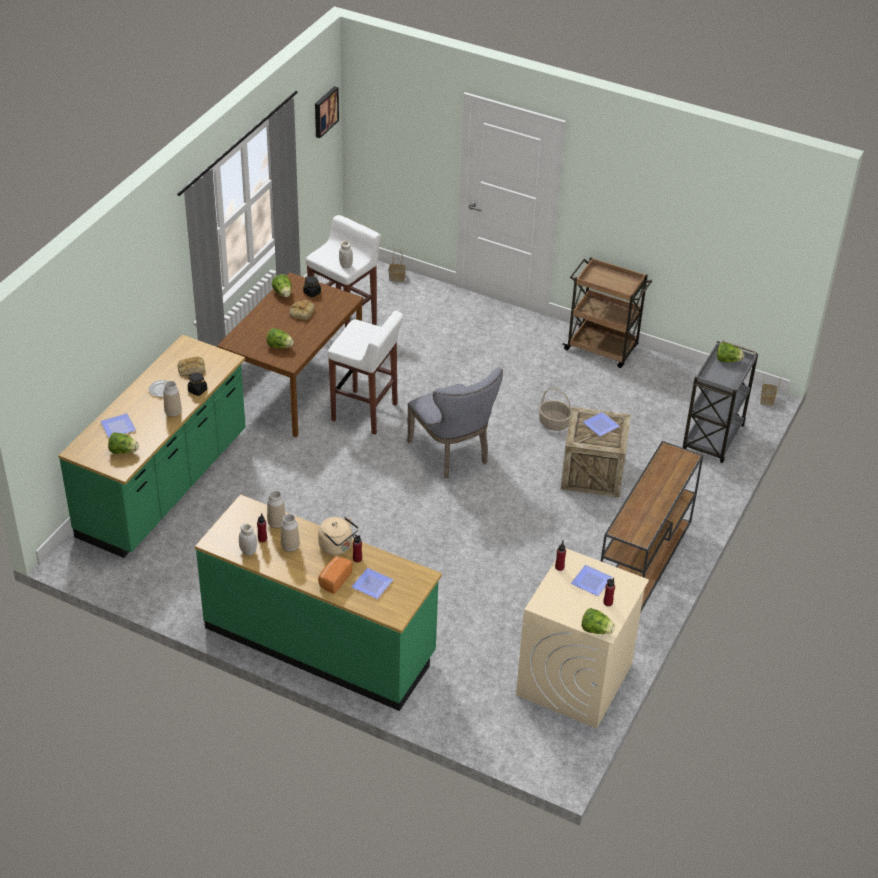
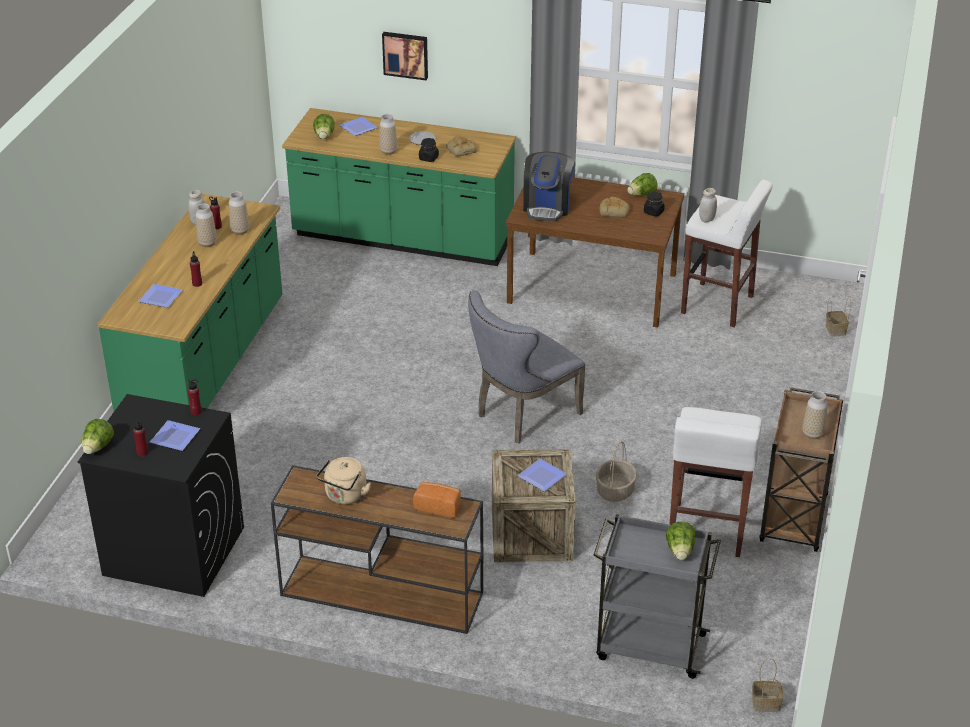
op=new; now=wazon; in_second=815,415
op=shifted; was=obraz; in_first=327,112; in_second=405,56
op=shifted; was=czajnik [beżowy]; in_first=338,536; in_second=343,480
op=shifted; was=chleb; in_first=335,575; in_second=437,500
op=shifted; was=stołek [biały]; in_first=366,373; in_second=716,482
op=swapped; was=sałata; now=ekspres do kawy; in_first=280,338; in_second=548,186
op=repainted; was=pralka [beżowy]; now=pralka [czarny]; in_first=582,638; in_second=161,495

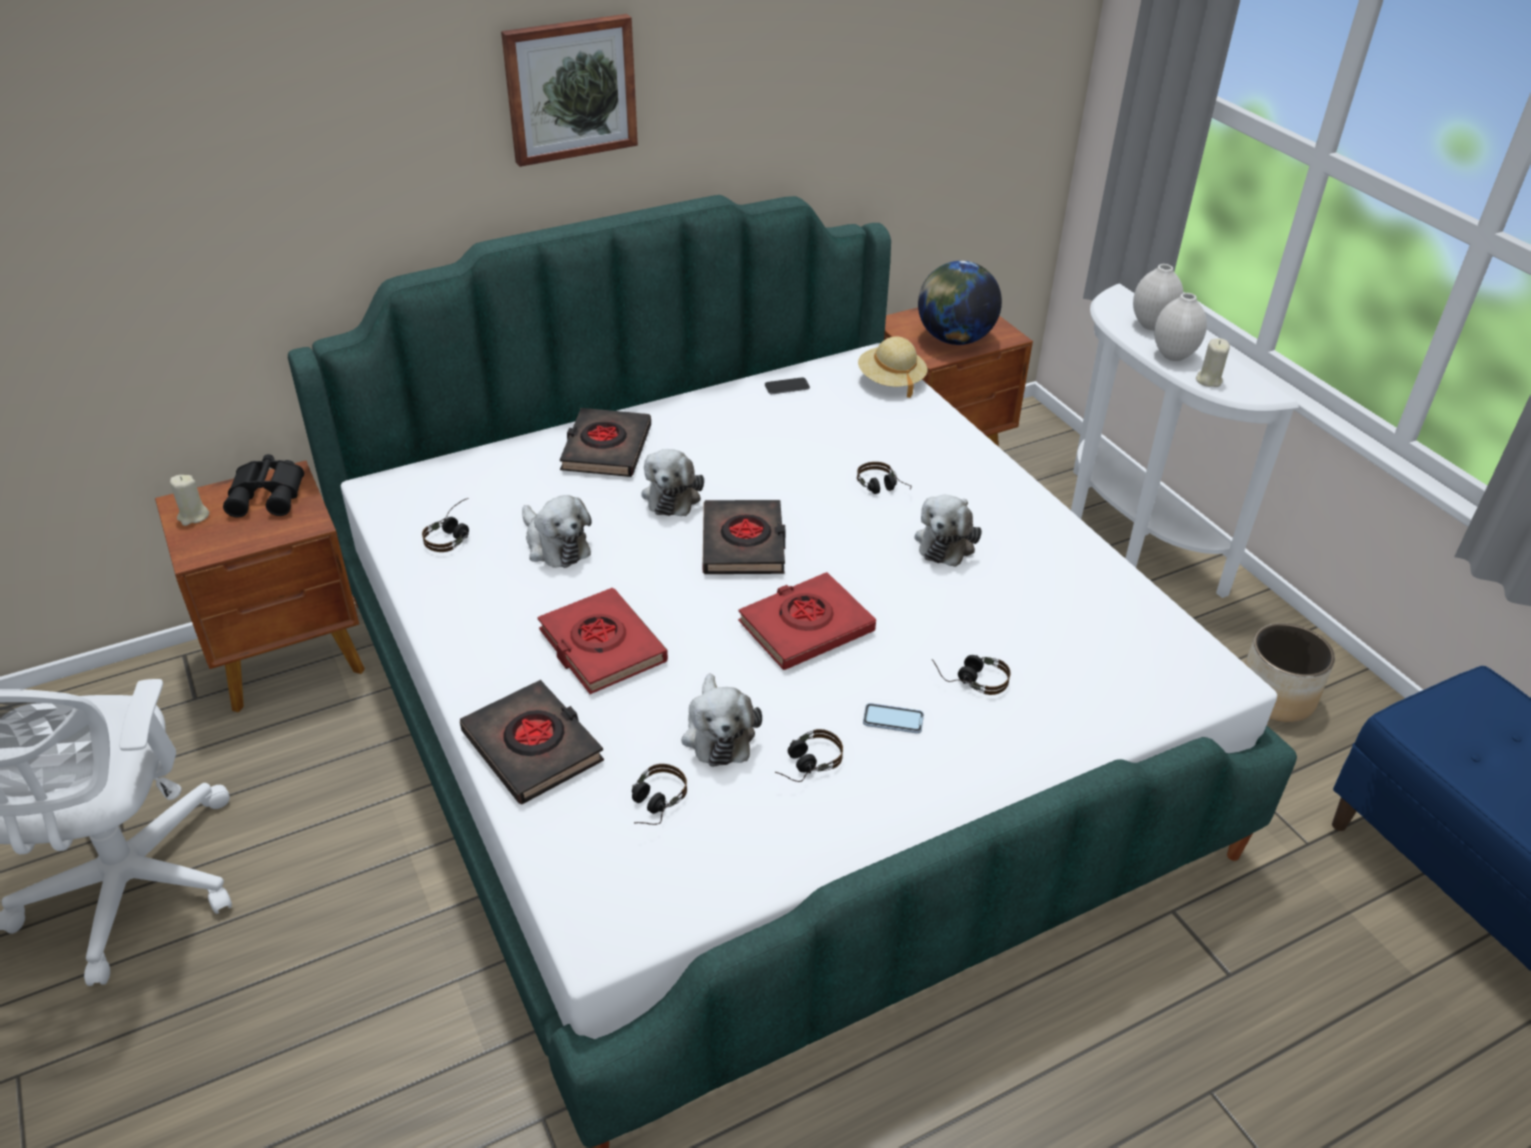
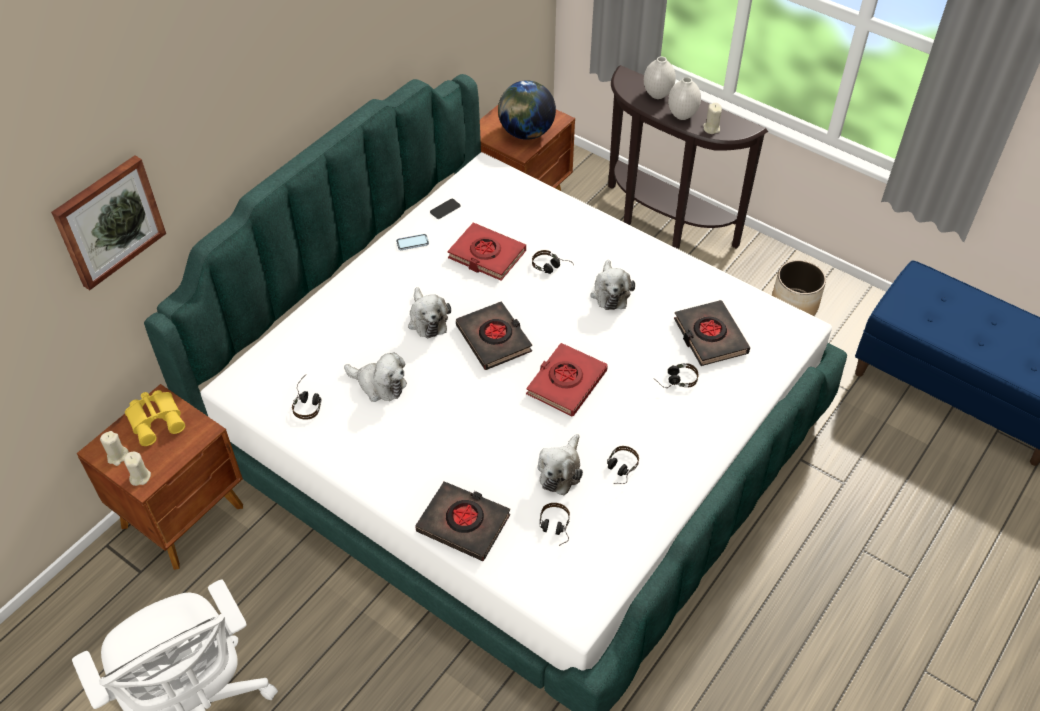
op=gone; was=kapelusz [beżowy]; in_first=892,367
op=new; now=świeca [beżowy]; in_second=137,469
op=shifted; was=obraz; in_first=569,90; in_second=108,222
op=shifted; was=książka [czerwony]; in_first=603,641; in_second=487,251
op=shifted; was=książka [czarny]; in_first=605,442; in_second=712,333
op=shifted; was=telefon; in_first=893,718; in_second=412,242
op=repainted; was=lornetka [czarny]; now=lornetka [żółty]; in_first=263,486; in_second=155,418
op=repainted; was=stolik konsolowy [biały]; now=stolik konsolowy [brązowy]; in_first=1185,440; in_second=688,157
op=rotated; was=pluszak; in_first=722,720; in_second=560,464; clockwise=60

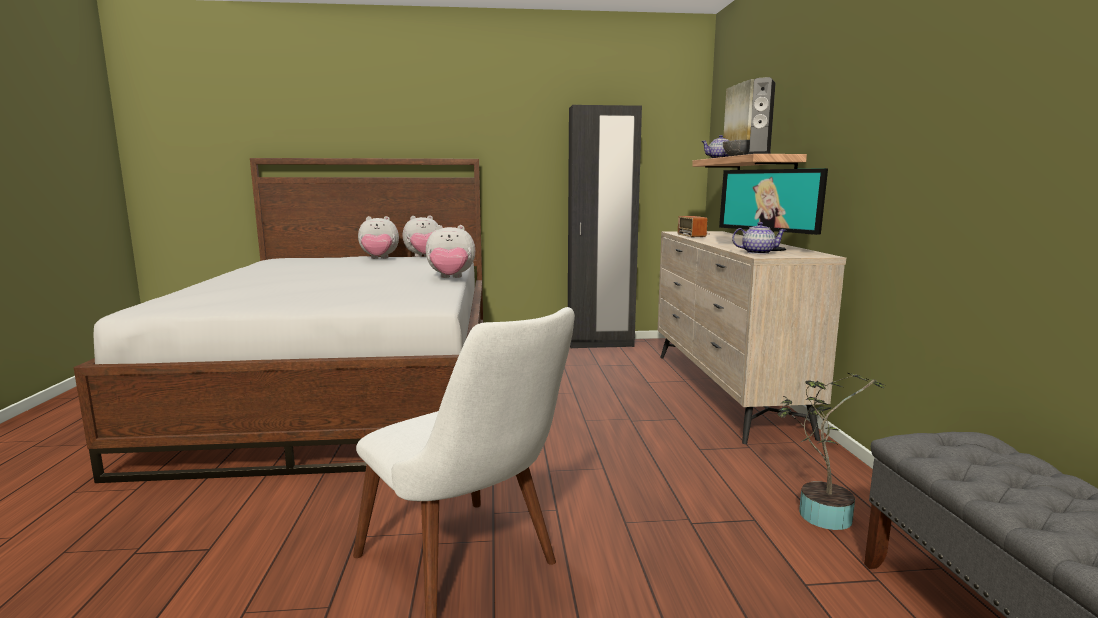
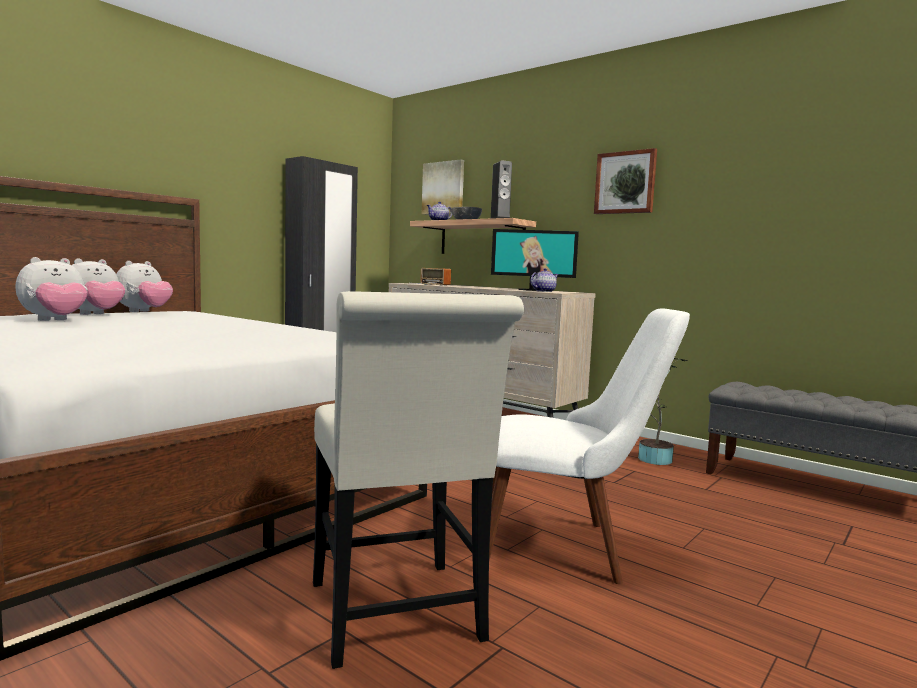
op=new; now=krzesło [biały]; in_second=418,480
op=new; now=obraz; in_second=625,181
op=shifted; was=pluszak; in_first=450,251; in_second=51,289

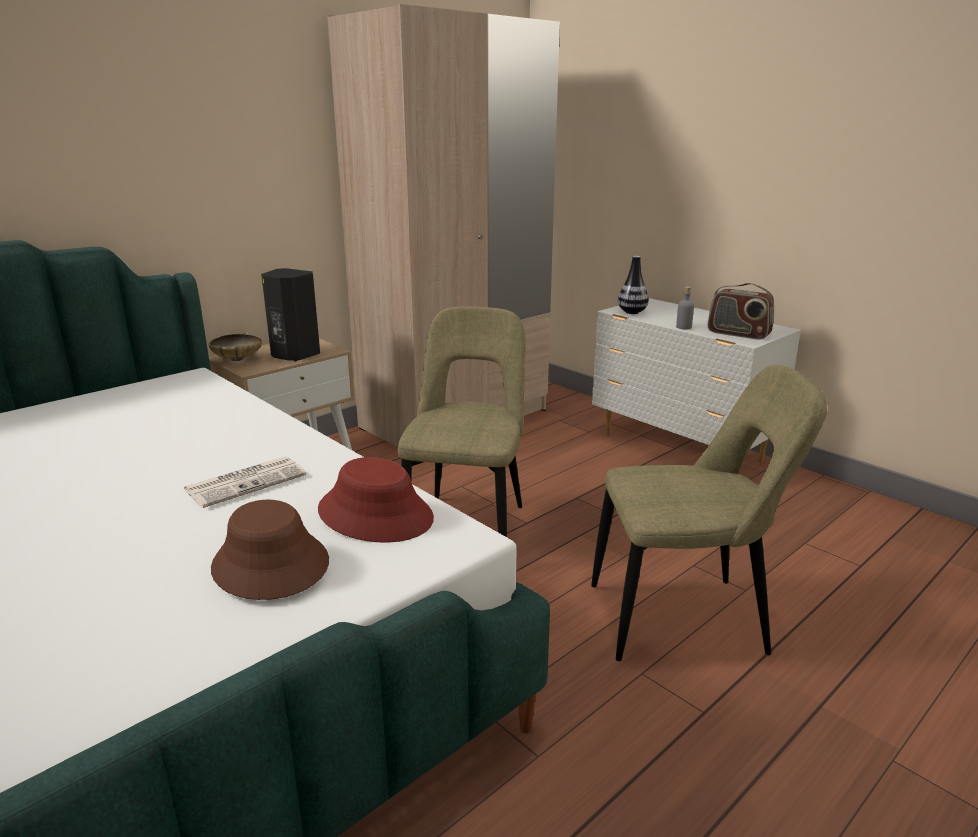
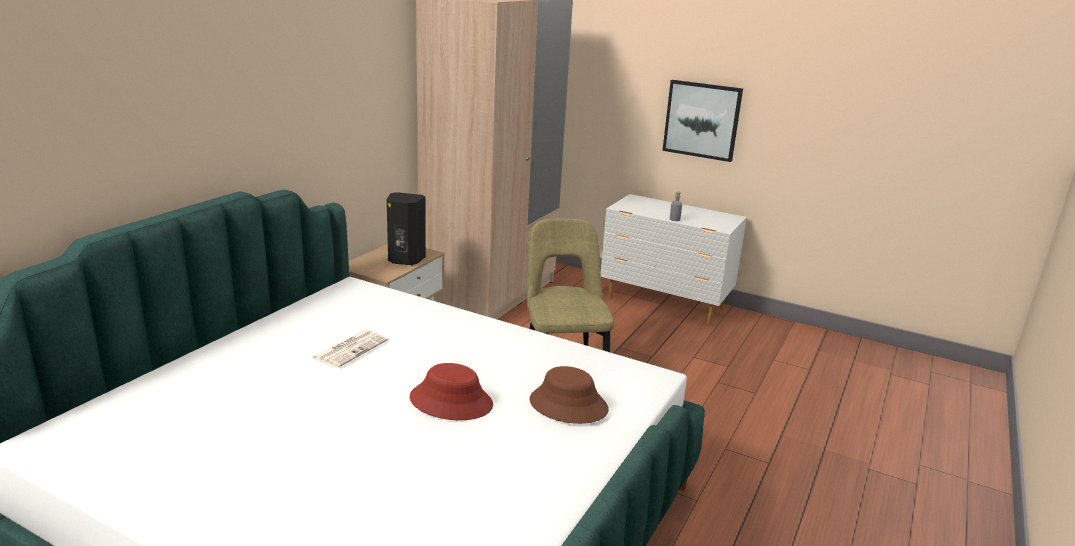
op=gone; was=miska [beżowy]; in_first=235,346
op=gone; was=krzesło [beżowy]; in_first=709,513
op=gone; was=wazon; in_first=633,285
op=gone; was=radio; in_first=741,311
op=new; now=obraz; in_second=703,121
op=shifted; was=gazeta; in_first=245,482; in_second=350,349
op=shifted; was=kapelusz [czerwony]; in_first=376,500; in_second=451,391

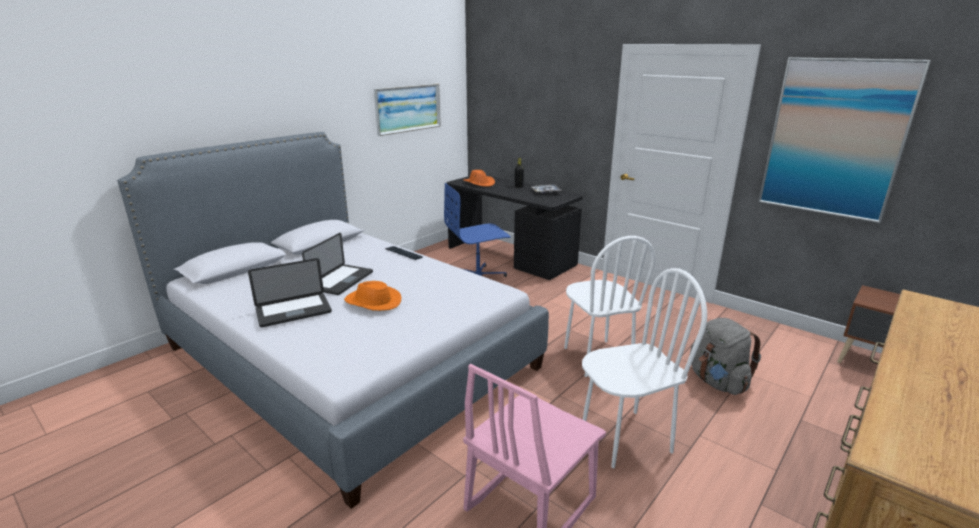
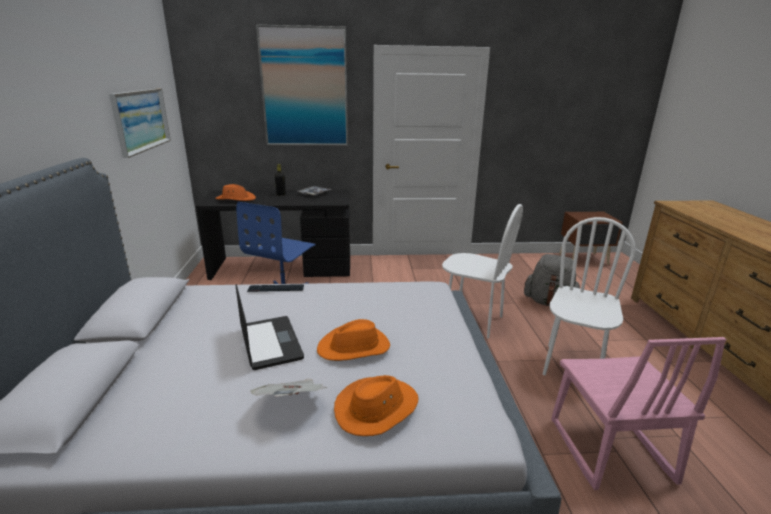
op=new; now=kapelusz [pomarańczowy]; in_second=376,405
op=shifted; was=obraz; in_first=844,140; in_second=302,85
op=swapped; was=laptop; now=gazeta; in_first=290,292; in_second=288,388

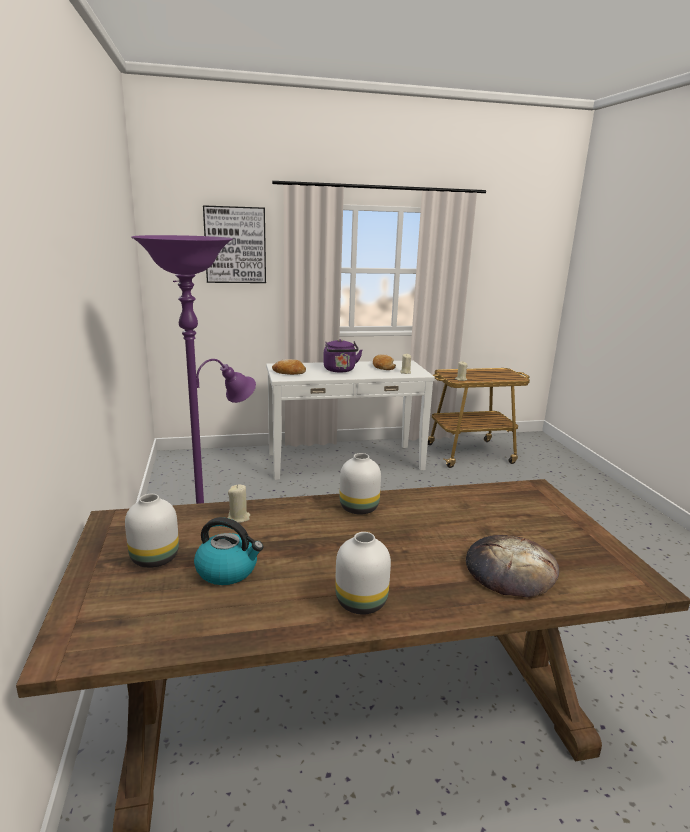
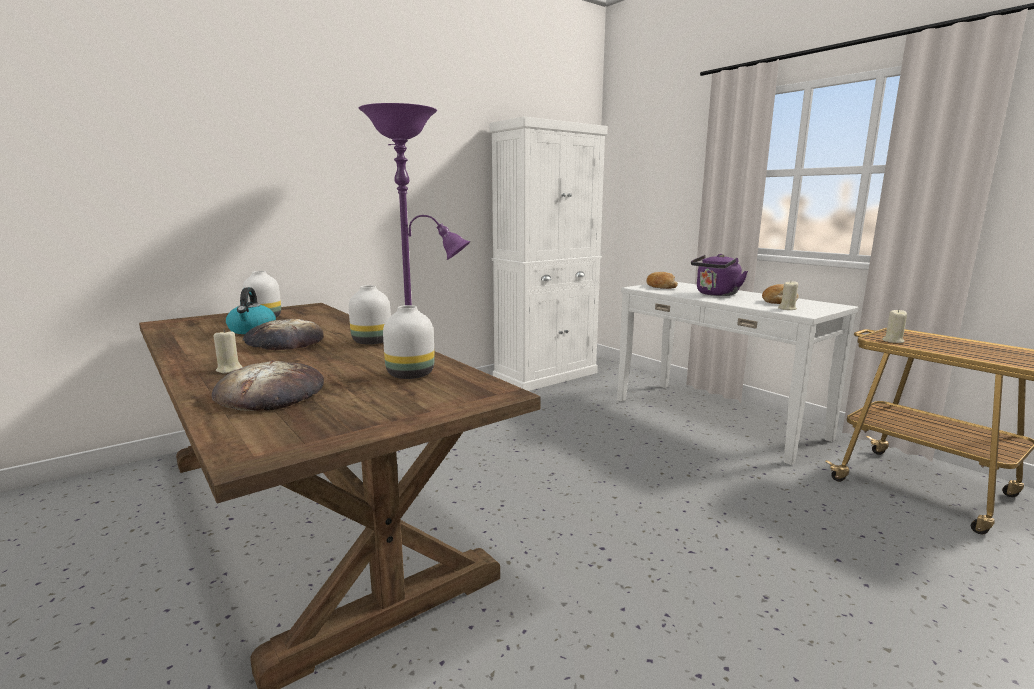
op=gone; was=obraz; in_first=234,244
op=new; now=chleb; in_second=283,335
op=new; now=szafka [biały]; in_second=548,254
op=shifted; was=świeca [beżowy]; in_first=239,503; in_second=228,351
op=shifted; was=wazon [biały]; in_first=363,573; in_second=409,342

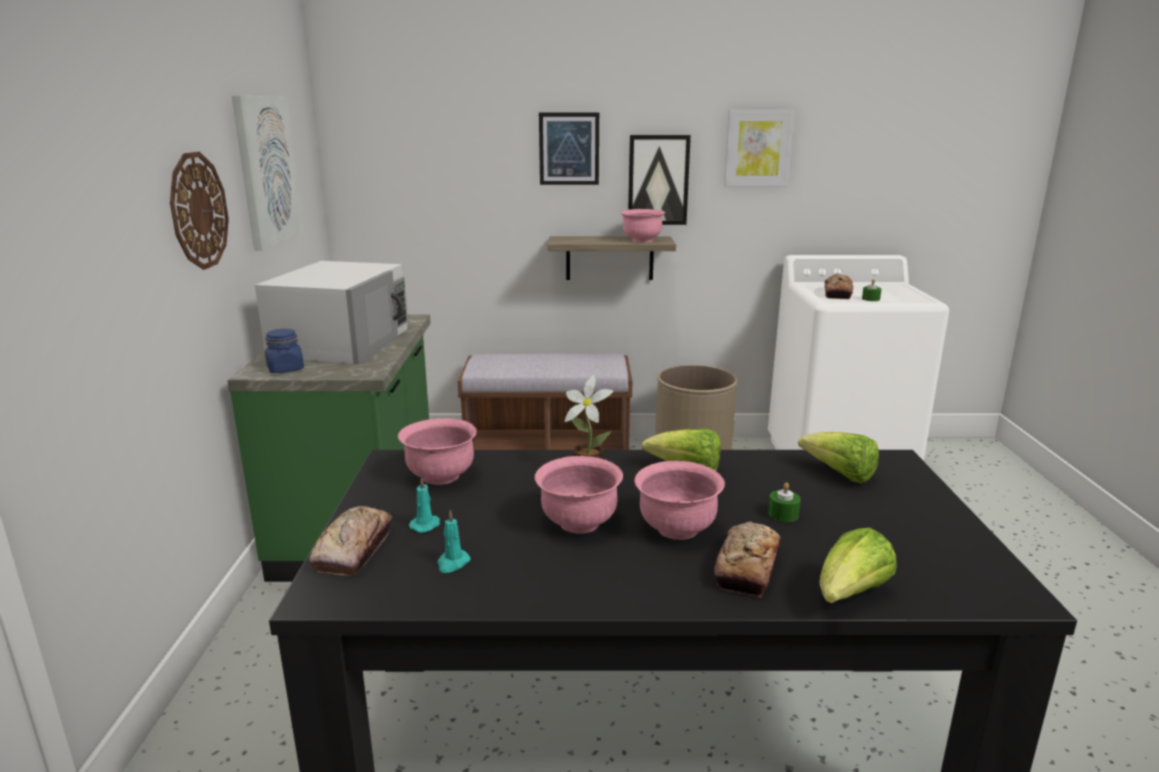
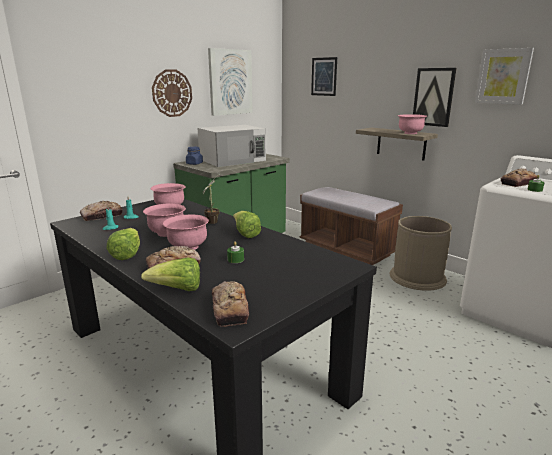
op=new; now=chleb; in_second=230,304
op=shifted; was=obraz; in_first=569,148; in_second=324,76
op=shifted; was=sałata; in_first=838,458; in_second=123,244

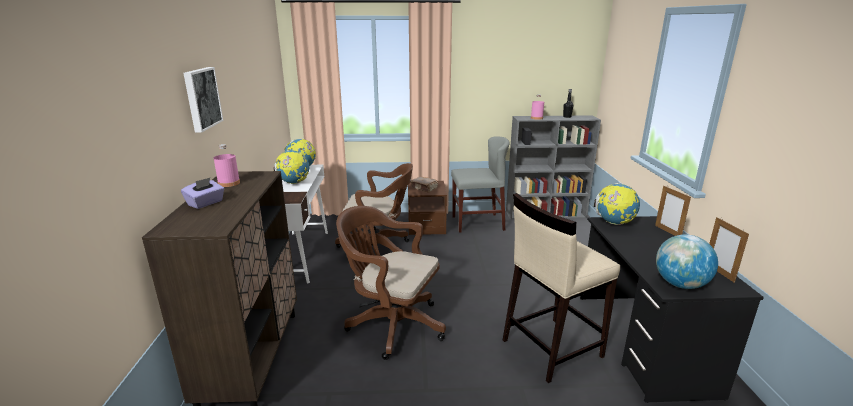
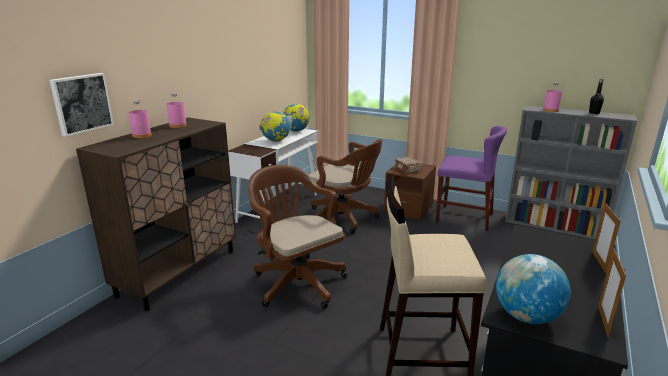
op=gone; was=globus; in_first=617,204
op=shifted; was=obraz; in_first=203,100; in_second=81,105
op=swapped; was=pudełko chusteczek [fioletowy]; now=butelka [różowy]; in_first=202,193; in_second=140,119
op=repainted; was=krzesło [szary]; now=krzesło [fioletowy]; in_first=480,184; in_second=471,178

